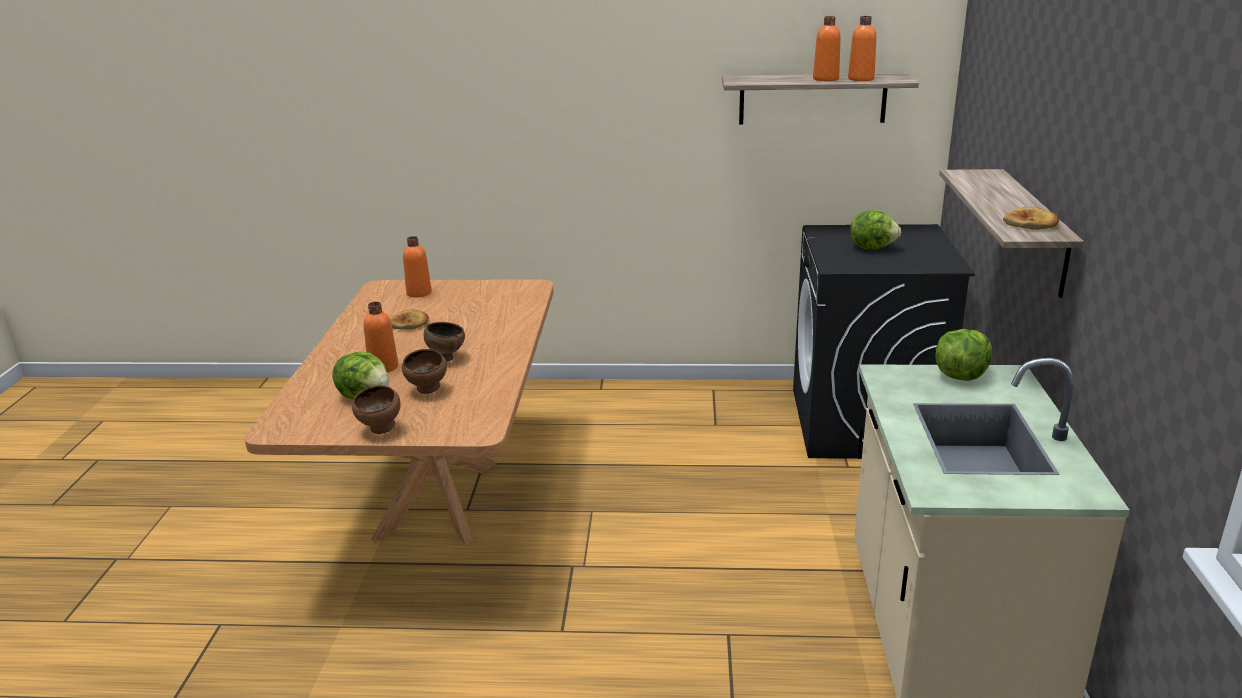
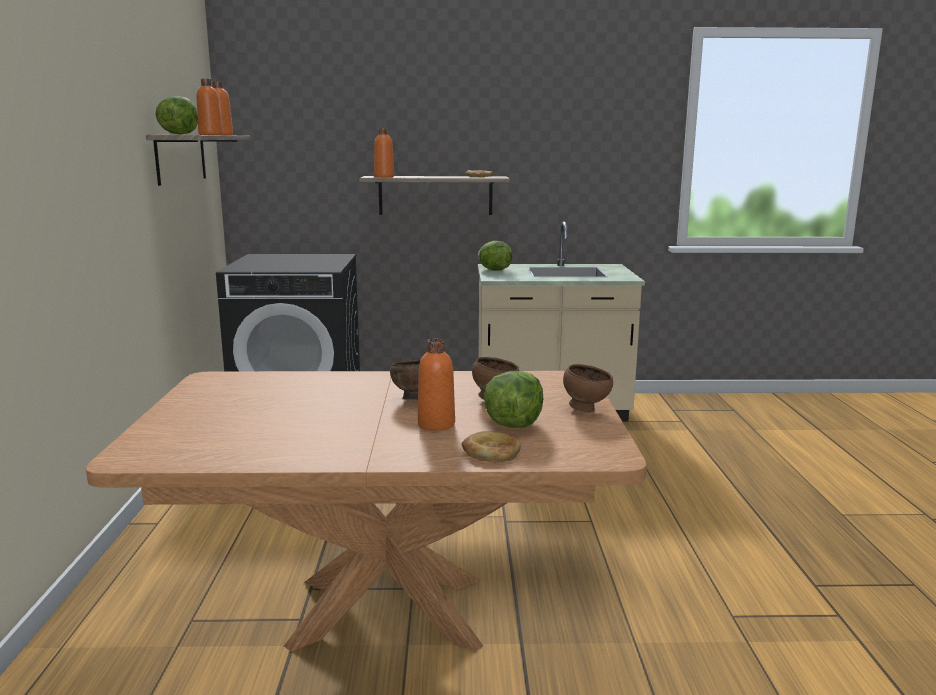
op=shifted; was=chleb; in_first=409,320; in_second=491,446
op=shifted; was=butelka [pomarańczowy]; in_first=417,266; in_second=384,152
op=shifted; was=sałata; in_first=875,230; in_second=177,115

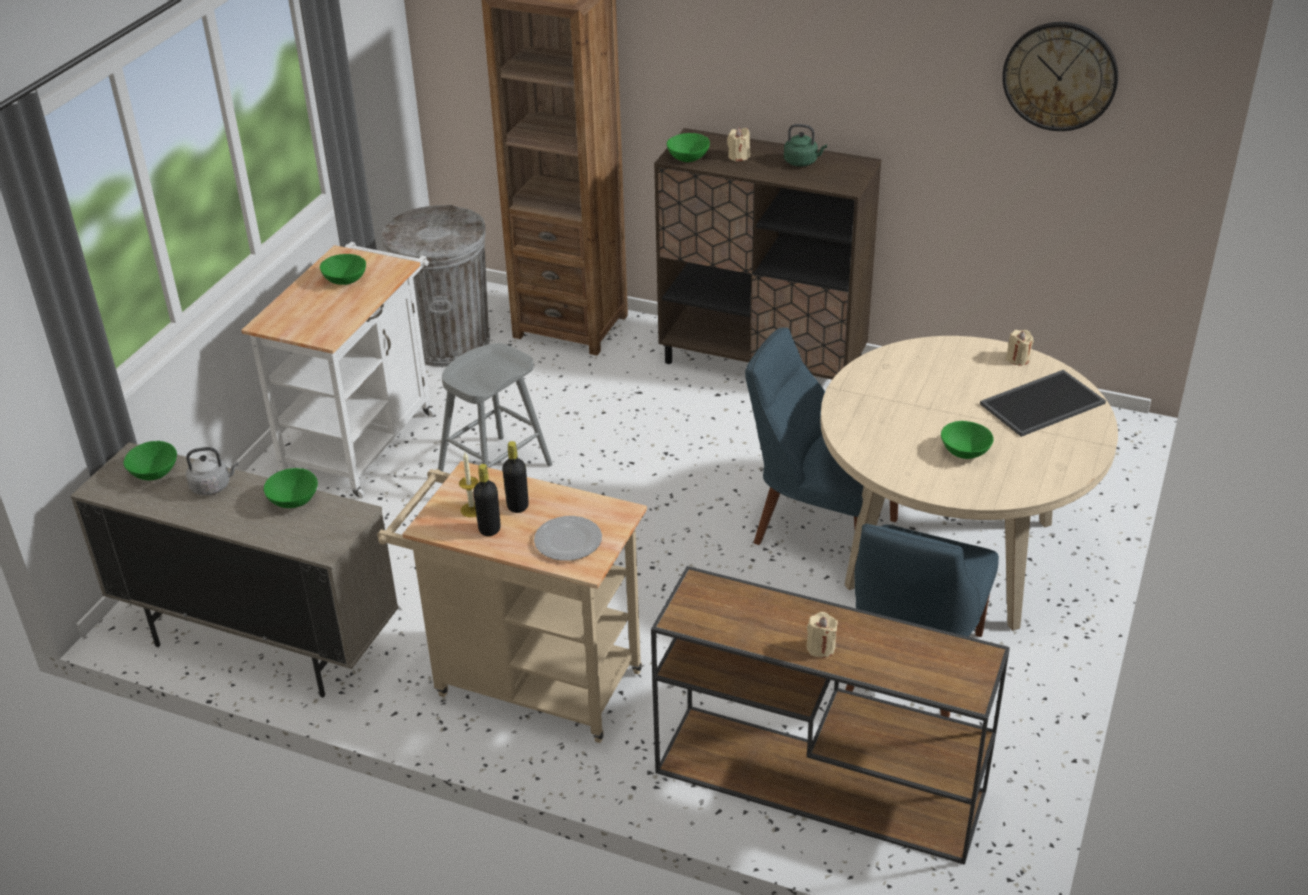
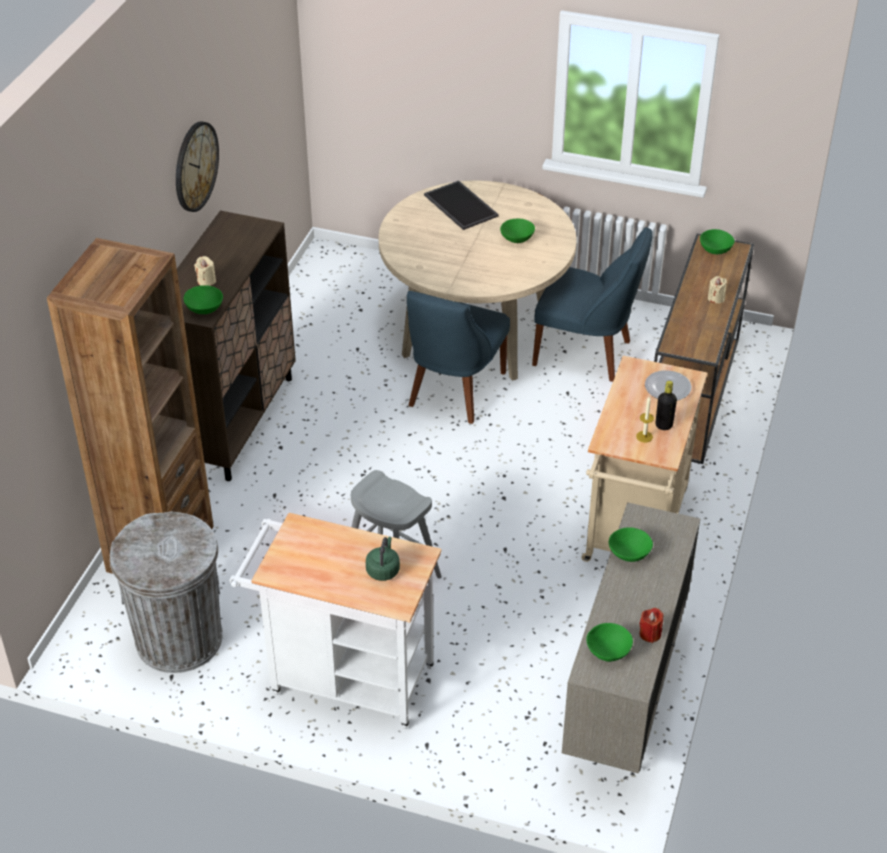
op=gone; was=czajnik [szary]; in_first=212,471
op=gone; was=butelka [czarny]; in_first=515,477
op=gone; was=świeca [beżowy]; in_first=1020,347
op=new; now=świeca [czerwony]; in_second=651,625
op=shifted; was=miska [zielony]; in_first=343,269; in_second=717,241
op=shifted; was=czajnik [zielony]; in_first=805,145; in_second=383,559
op=shifted; was=zegar ścienny; in_first=1060,76; in_second=197,166

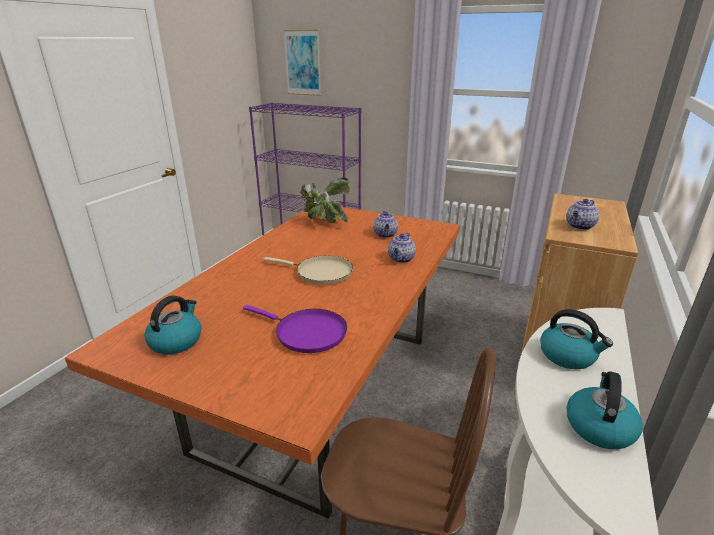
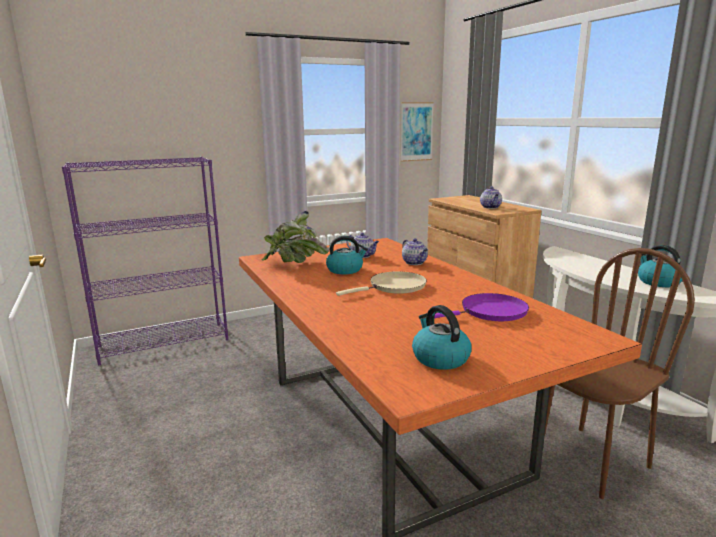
op=shifted; was=obraz; in_first=302,63; in_second=417,132
op=shifted; was=czajnik; in_first=576,339; in_second=347,255

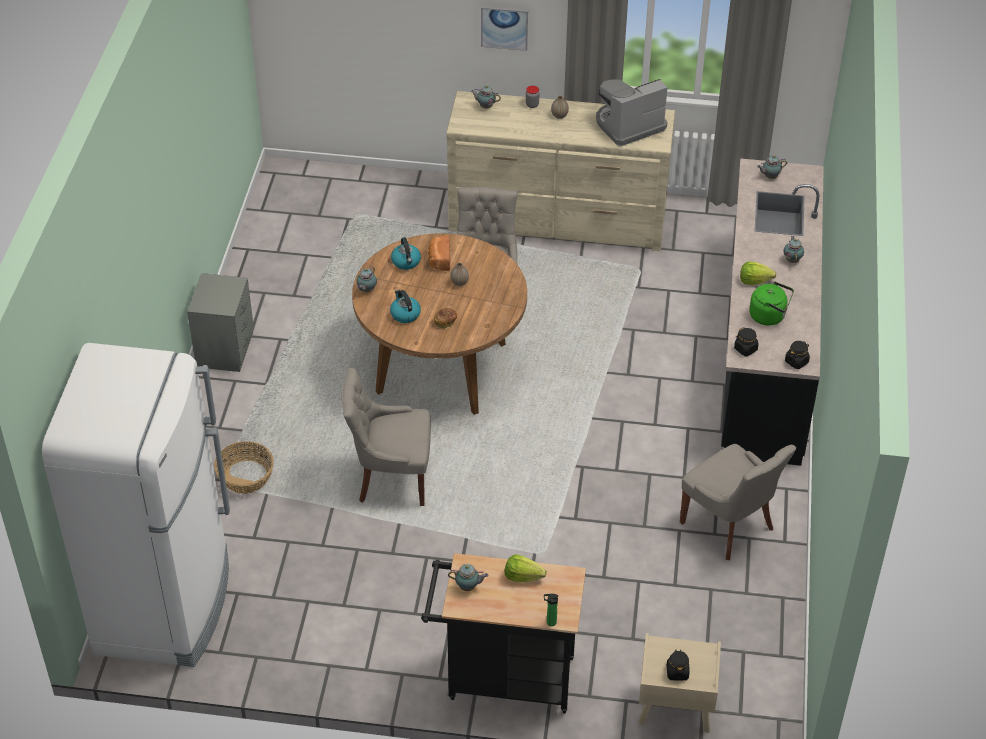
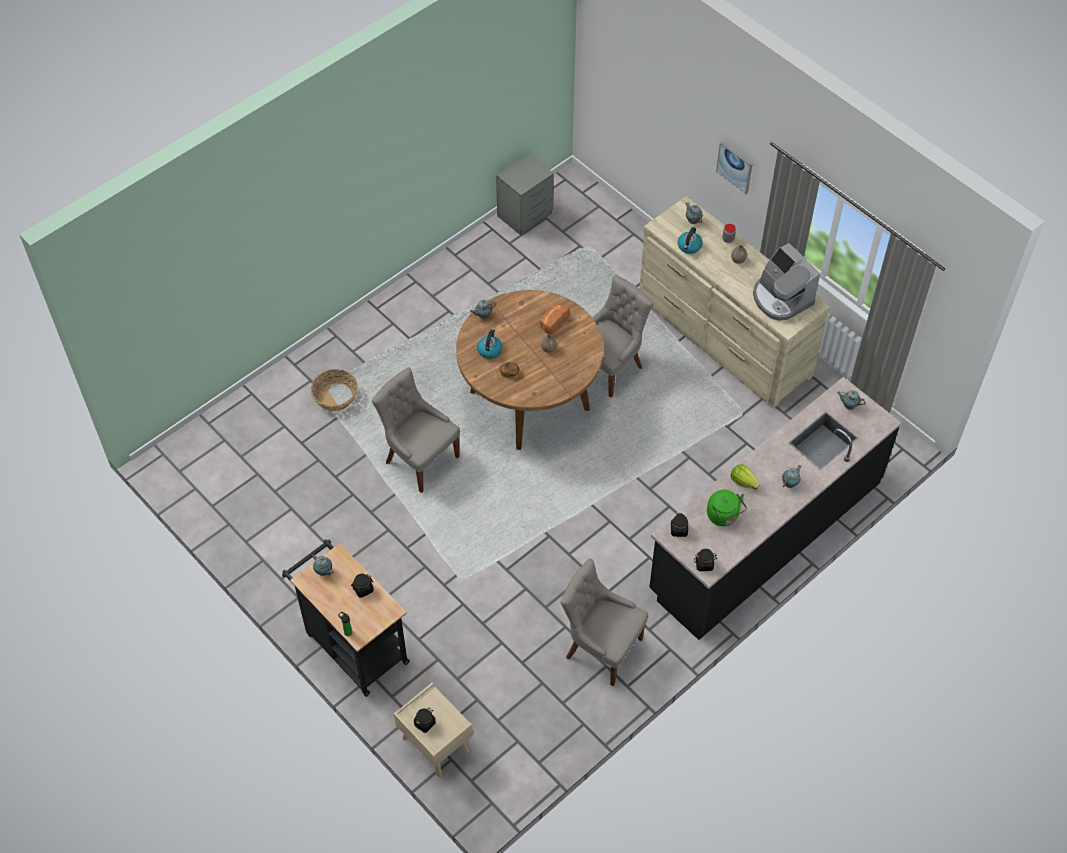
op=gone; was=lodówka [biały]; in_first=136,505
op=shifted; was=szafka nocna [szary]; in_first=220,322; in_second=525,194
op=shifted; was=czajnik; in_first=406,253; in_second=690,240
op=swapped; was=sałata; now=słoik [czarny]; in_first=526,568; in_second=362,586
op=rotated; was=ekspres do kawy; in_first=632,112; in_second=786,282; clockwise=-135
op=rotated; was=krzesło [szary]; in_first=738,502; in_second=604,622; clockwise=120

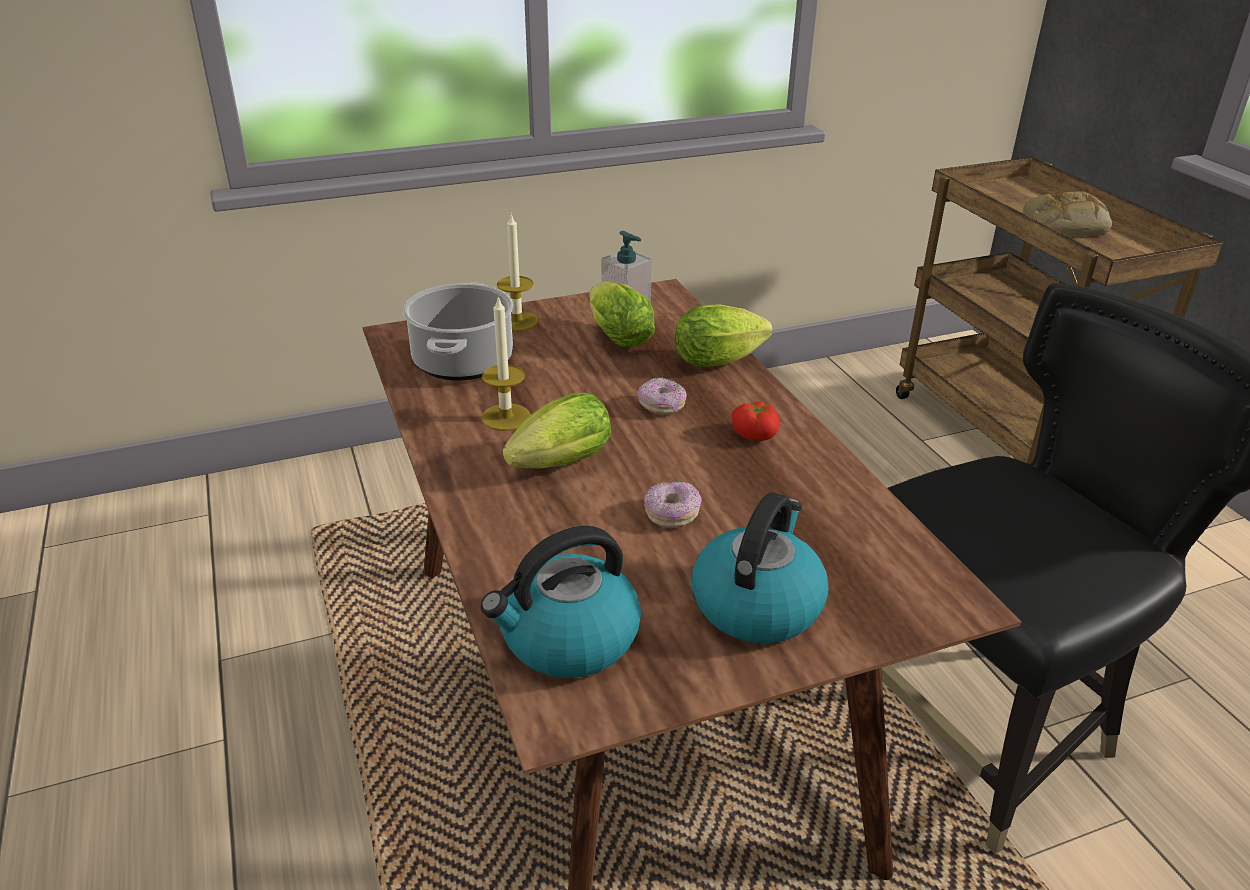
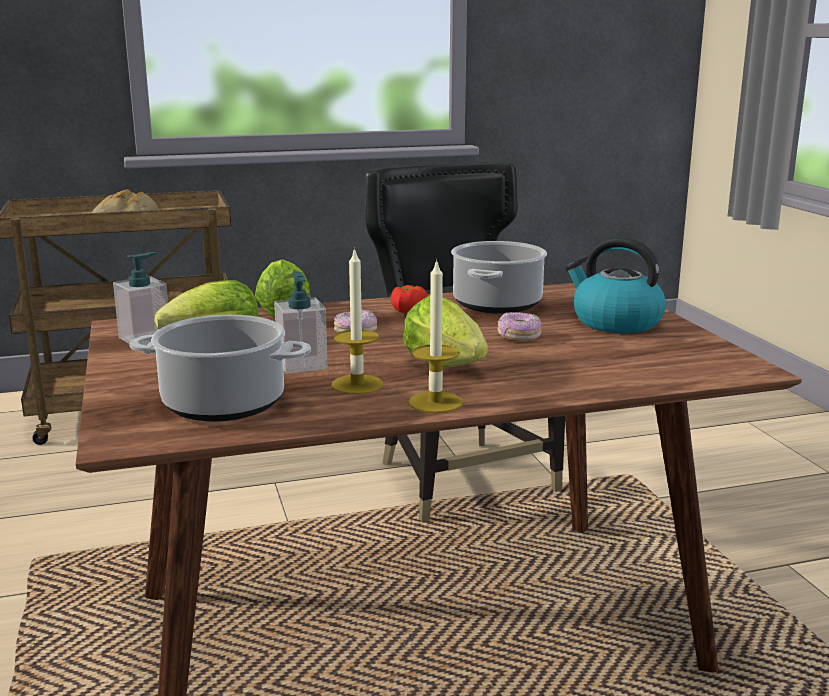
op=gone; was=czajnik; in_first=561,602
op=new; now=dozownik mydła; in_second=301,322
op=new; now=garnek; in_second=499,277
op=shifted; was=świeca; in_first=517,272; in_second=435,336

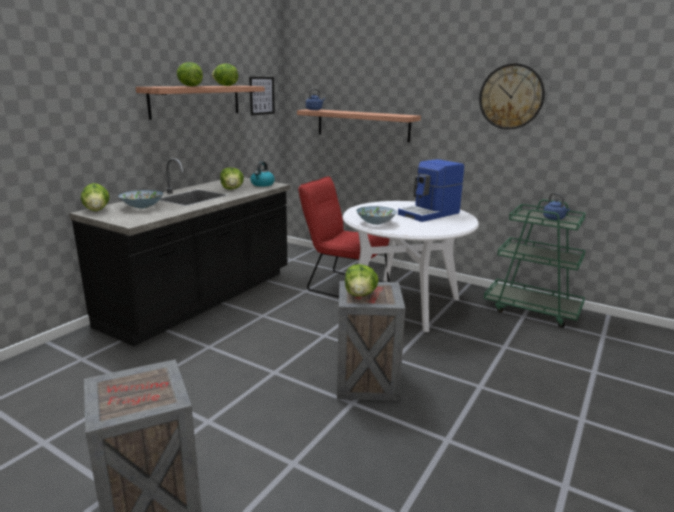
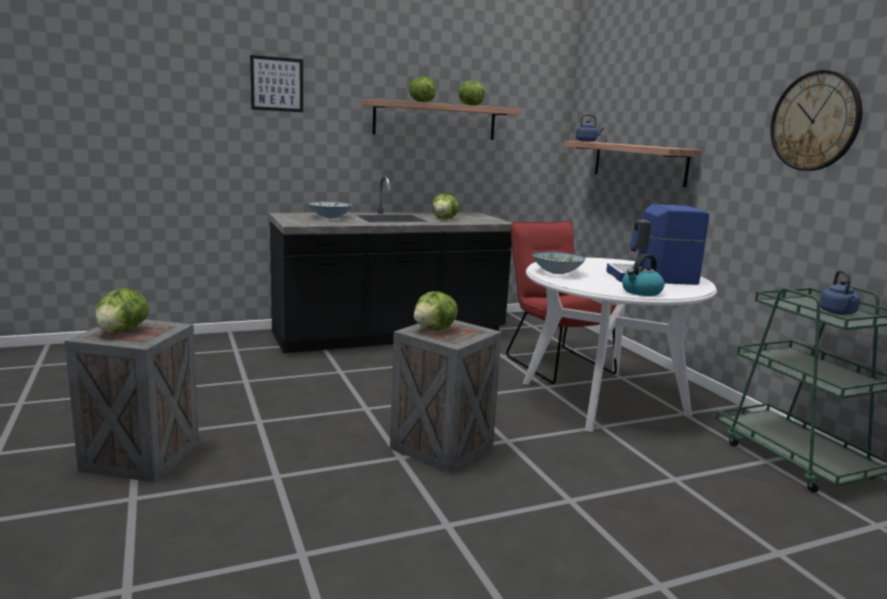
op=shifted; was=sałata; in_first=95,197; in_second=122,310
op=shifted; was=obraz; in_first=262,96; in_second=276,83
op=shifted; was=czajnik; in_first=262,173; in_second=643,275

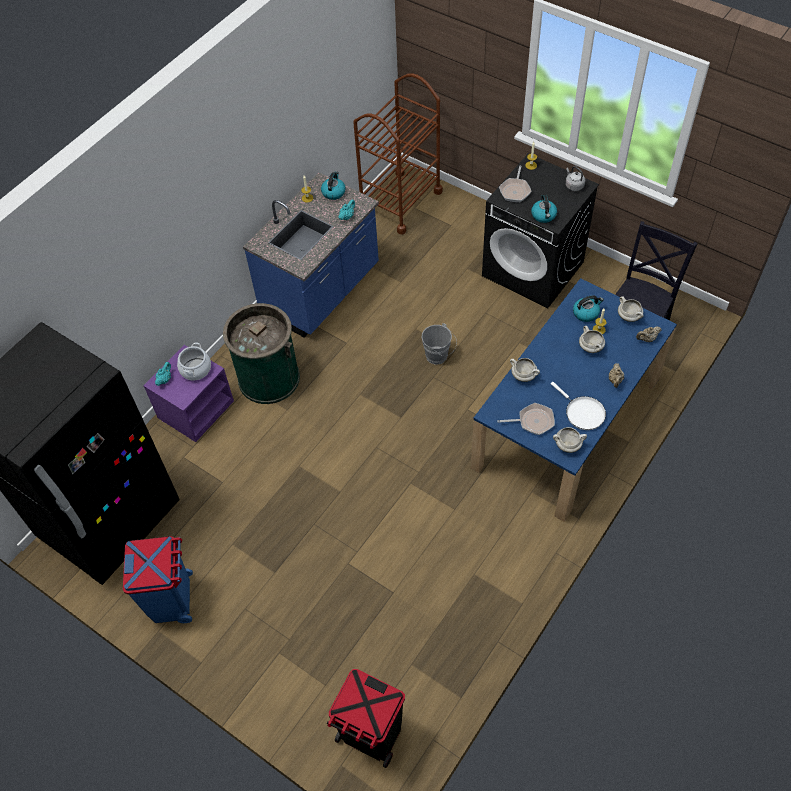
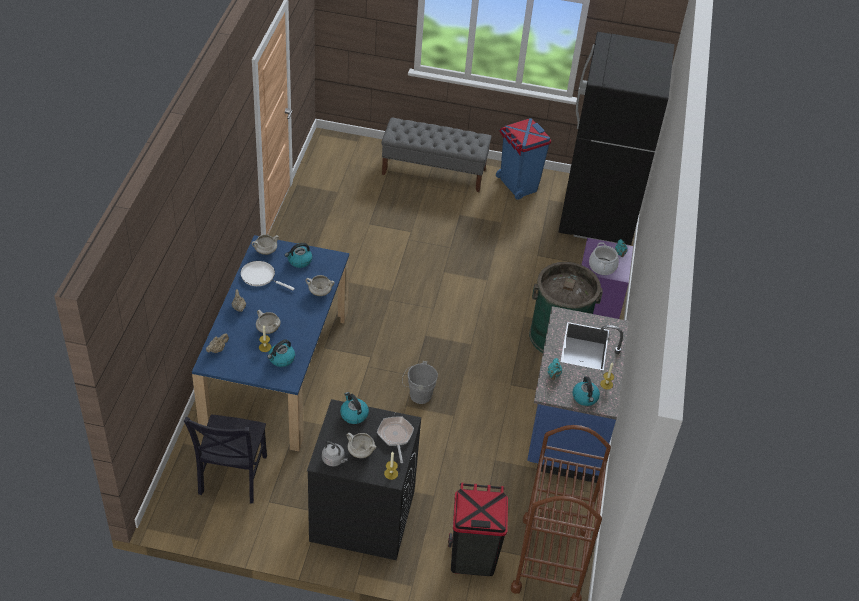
op=new; now=ławka [szary]; in_second=436,154
op=shifted; was=kosz na śmieci [czarny]; in_first=366,718; in_second=478,529
op=shifted; was=garnek [biały]; in_first=631,309; in_second=362,445
op=swapped; was=patelnia; now=czajnik; in_first=526,419; in_second=298,255

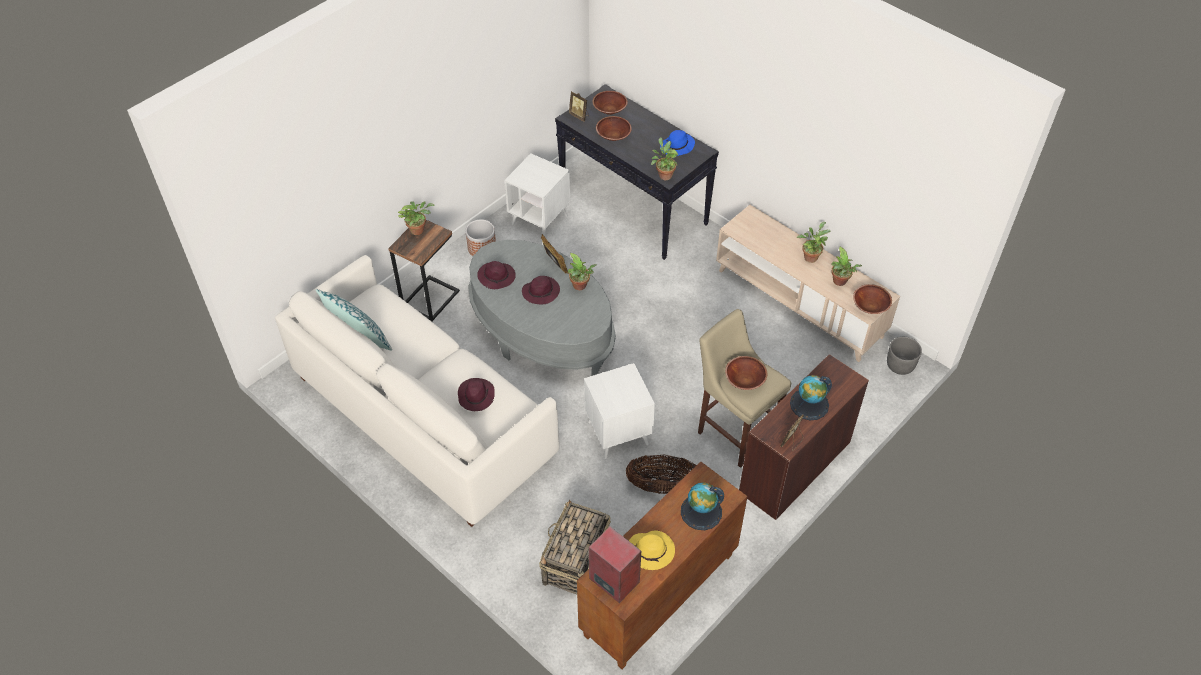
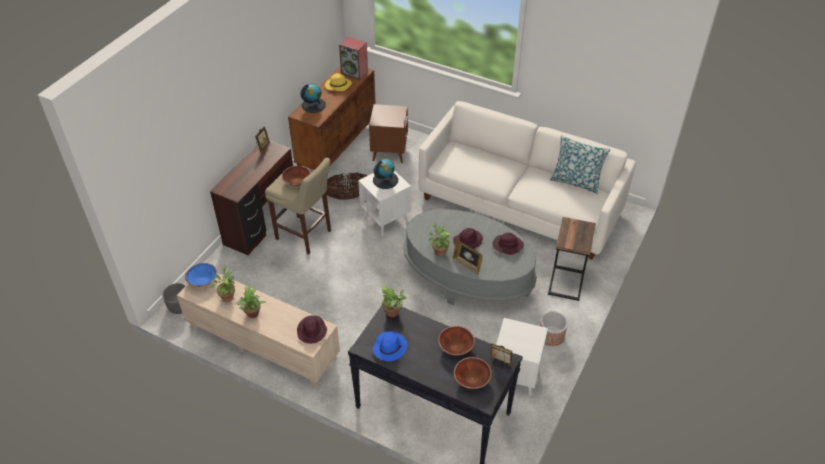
op=gone; was=roślina doniczkowa; in_first=416,218
op=shifted; was=kapelusz [fioletowy]; in_first=476,394; in_second=312,330
op=shifted; was=globus; in_first=811,397; in_second=385,173
op=swapped; was=koszyk; now=stolik [brązowy]; in_first=575,547; in_second=388,133
op=repainted; was=miska [brązowy]; now=miska [niebieski]; in_first=872,299; in_second=201,275

